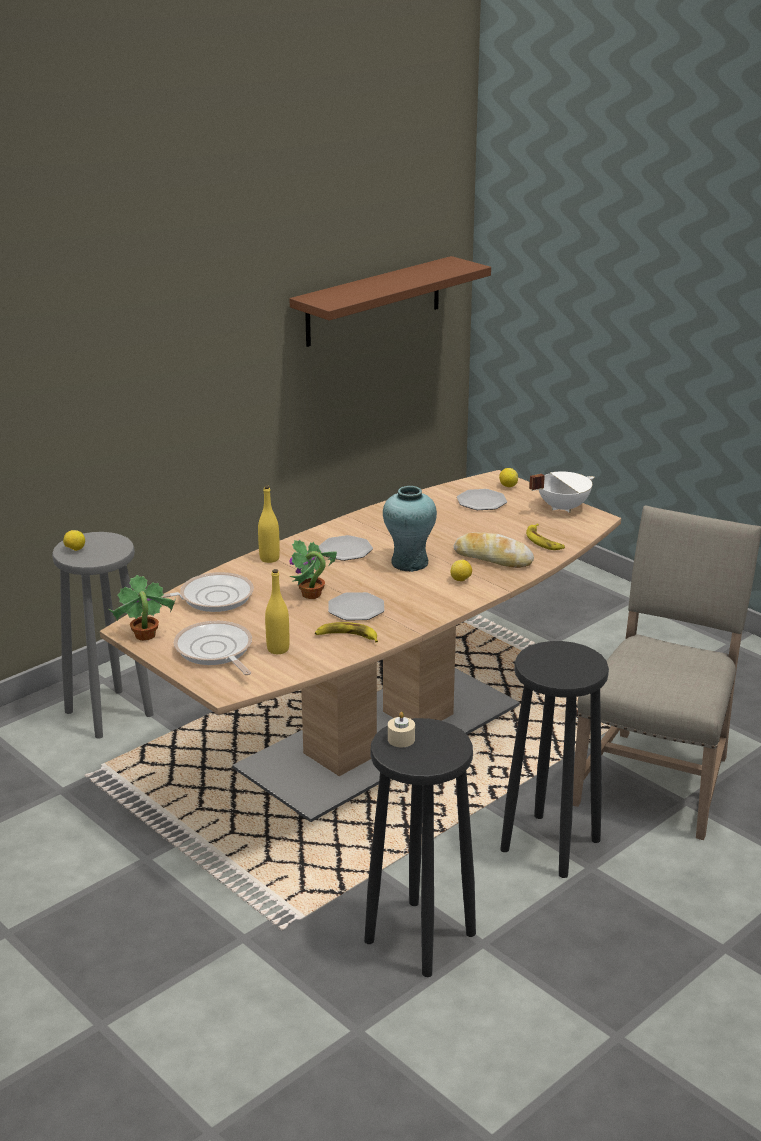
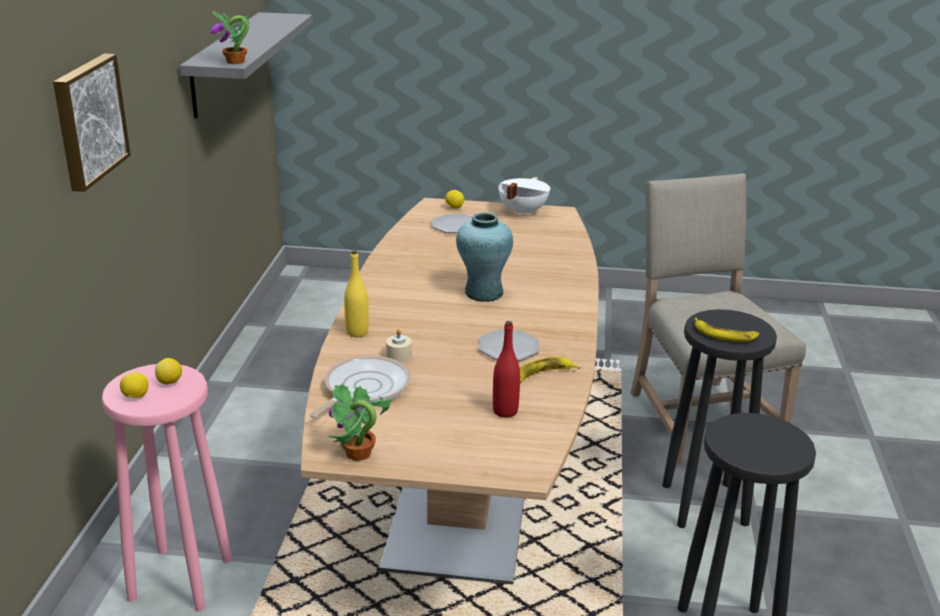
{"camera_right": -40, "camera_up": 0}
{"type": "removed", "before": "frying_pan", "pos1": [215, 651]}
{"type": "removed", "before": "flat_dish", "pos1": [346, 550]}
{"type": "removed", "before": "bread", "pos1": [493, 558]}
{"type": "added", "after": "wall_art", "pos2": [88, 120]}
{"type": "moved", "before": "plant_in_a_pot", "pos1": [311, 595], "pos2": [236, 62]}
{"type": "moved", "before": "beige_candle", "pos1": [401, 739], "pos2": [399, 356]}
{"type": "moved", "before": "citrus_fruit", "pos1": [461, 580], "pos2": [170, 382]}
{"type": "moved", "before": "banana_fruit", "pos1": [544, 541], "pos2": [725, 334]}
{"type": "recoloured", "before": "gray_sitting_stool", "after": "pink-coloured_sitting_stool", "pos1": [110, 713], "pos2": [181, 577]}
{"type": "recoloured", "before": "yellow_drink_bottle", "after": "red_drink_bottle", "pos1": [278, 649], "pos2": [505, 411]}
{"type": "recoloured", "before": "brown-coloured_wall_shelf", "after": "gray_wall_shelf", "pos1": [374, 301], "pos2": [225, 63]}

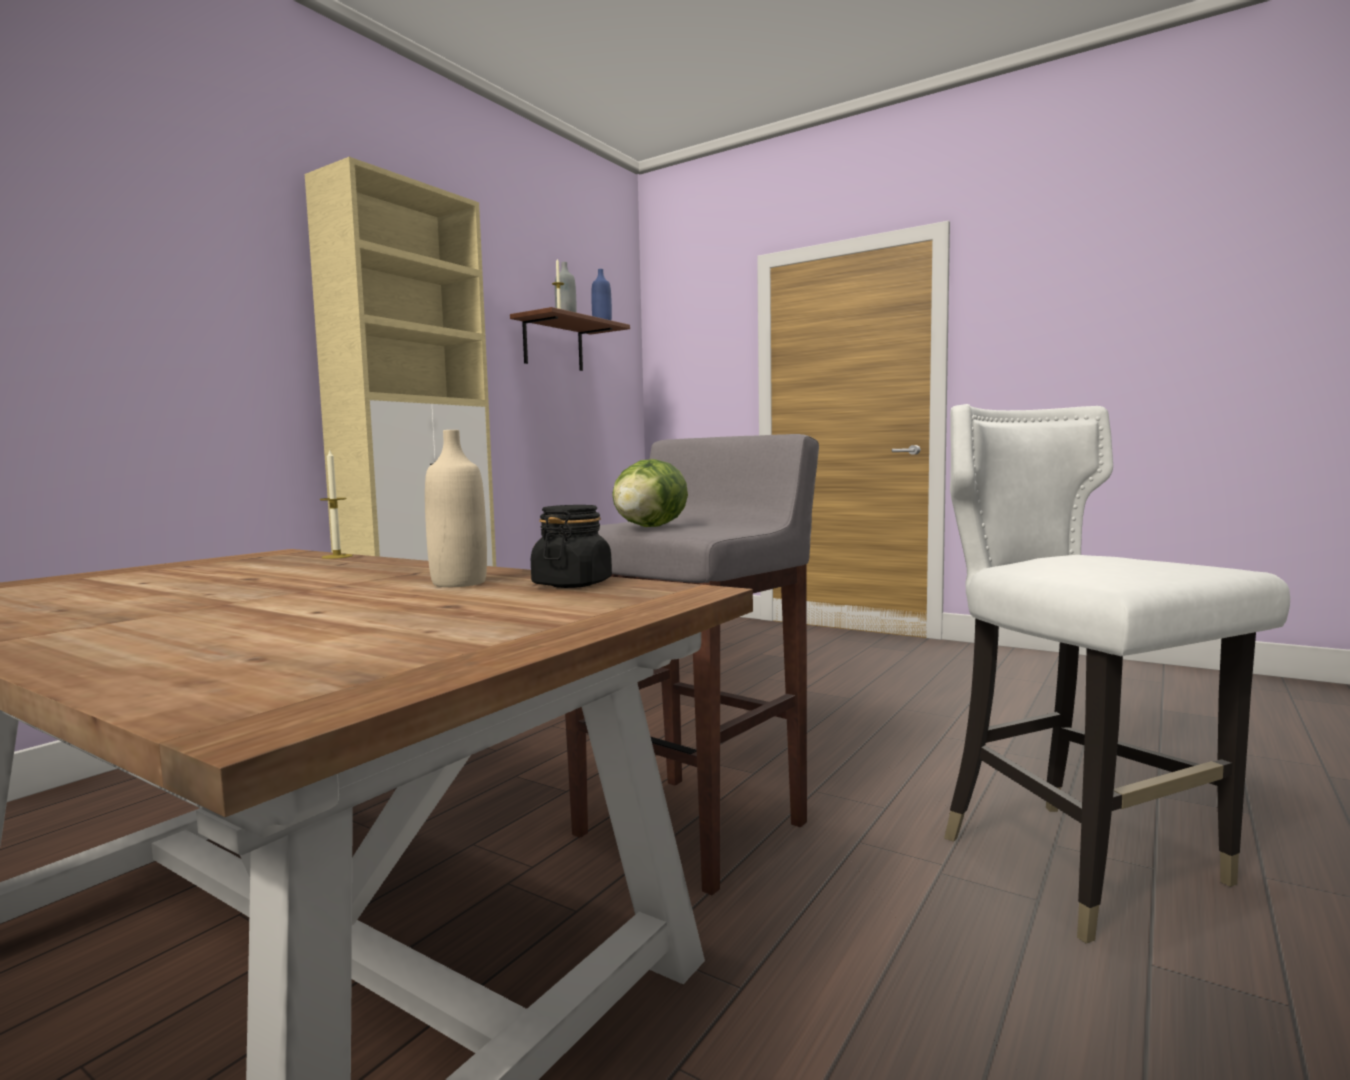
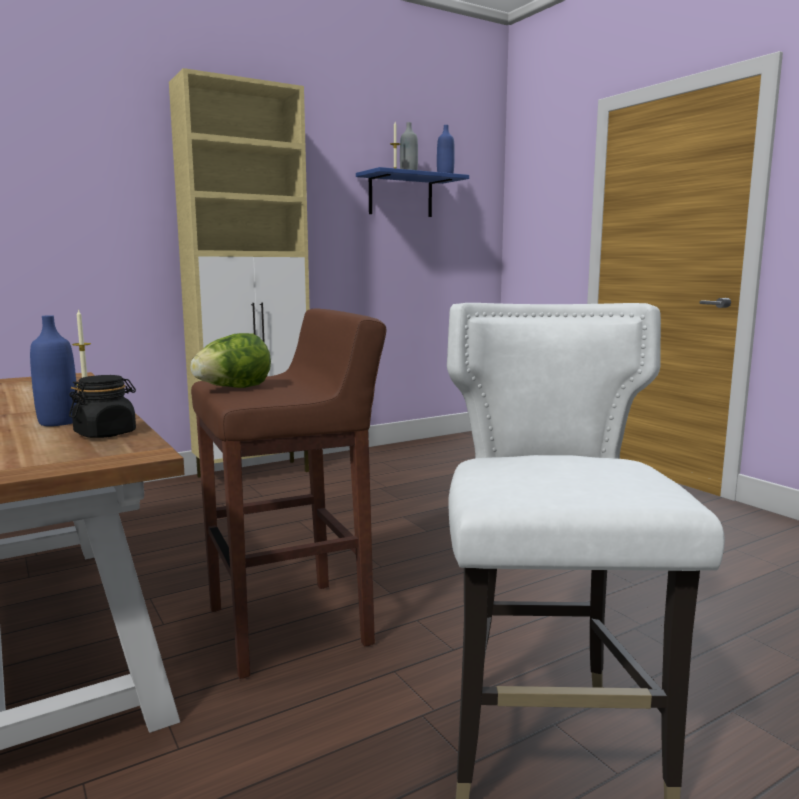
{"camera_right": 25, "camera_up": 5}
{"type": "recoloured", "before": "beige_drink_bottle", "after": "blue-coloured_drink_bottle", "pos1": [459, 583], "pos2": [58, 422]}
{"type": "recoloured", "before": "brown-coloured_wall_shelf", "after": "blue-coloured_wall_shelf", "pos1": [553, 345], "pos2": [400, 196]}
{"type": "recoloured", "before": "gray_sitting_stool", "after": "brown-coloured_sitting_stool", "pos1": [693, 828], "pos2": [291, 626]}

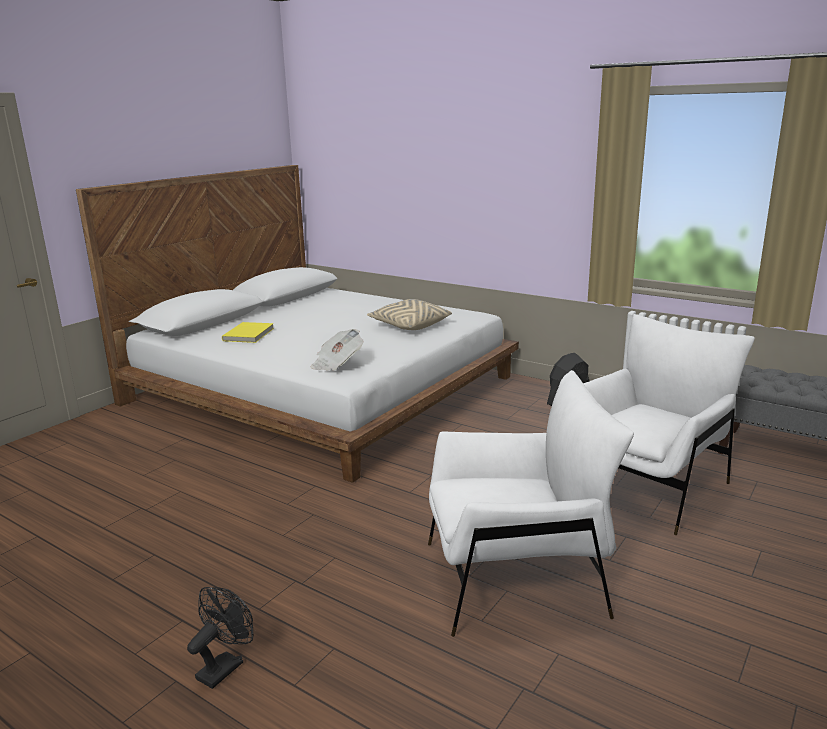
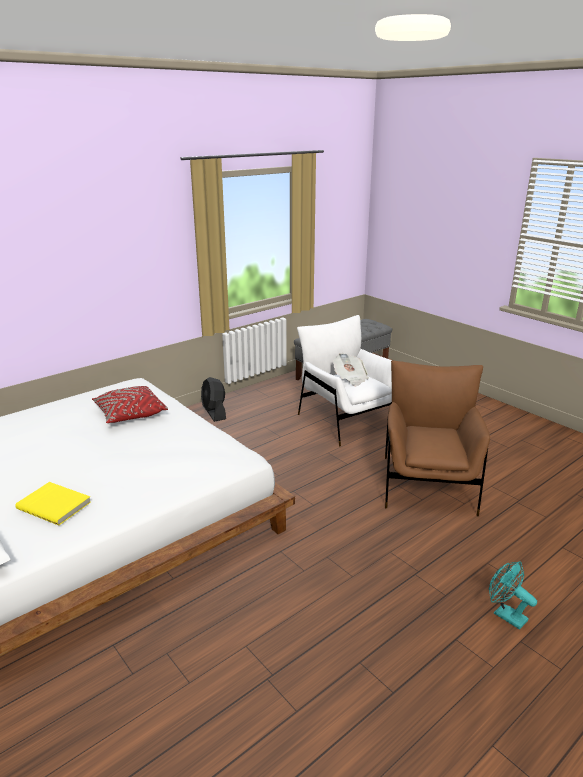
{"camera_right": -75, "camera_up": 5}
{"type": "moved", "before": "daily_paper", "pos1": [337, 364], "pos2": [350, 378]}
{"type": "recoloured", "before": "black_electric_fan", "after": "blue-green_electric_fan", "pos1": [225, 666], "pos2": [505, 615]}
{"type": "recoloured", "before": "beige_throw_pillow", "after": "red_throw_pillow", "pos1": [409, 325], "pos2": [130, 414]}
{"type": "recoloured", "before": "white-coloured_lounge_chair", "after": "brown-coloured_lounge_chair", "pos1": [516, 578], "pos2": [428, 484]}

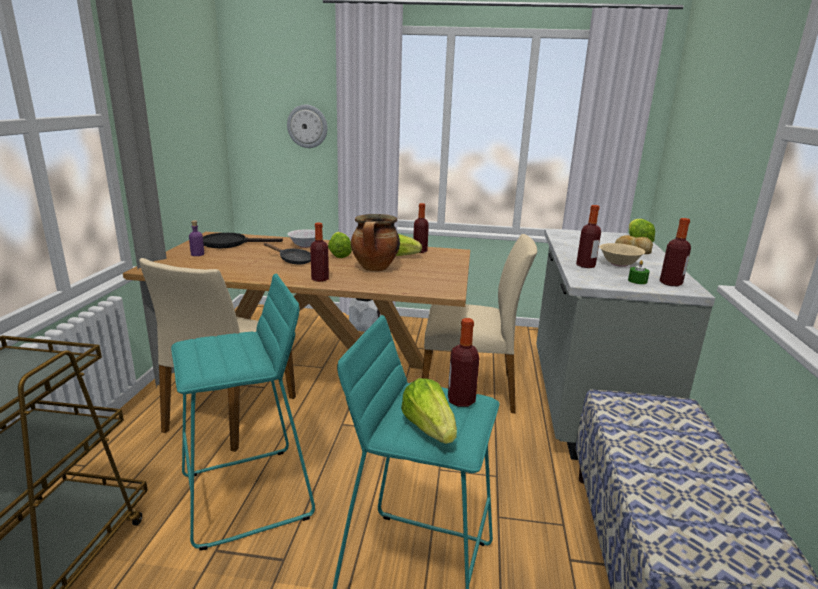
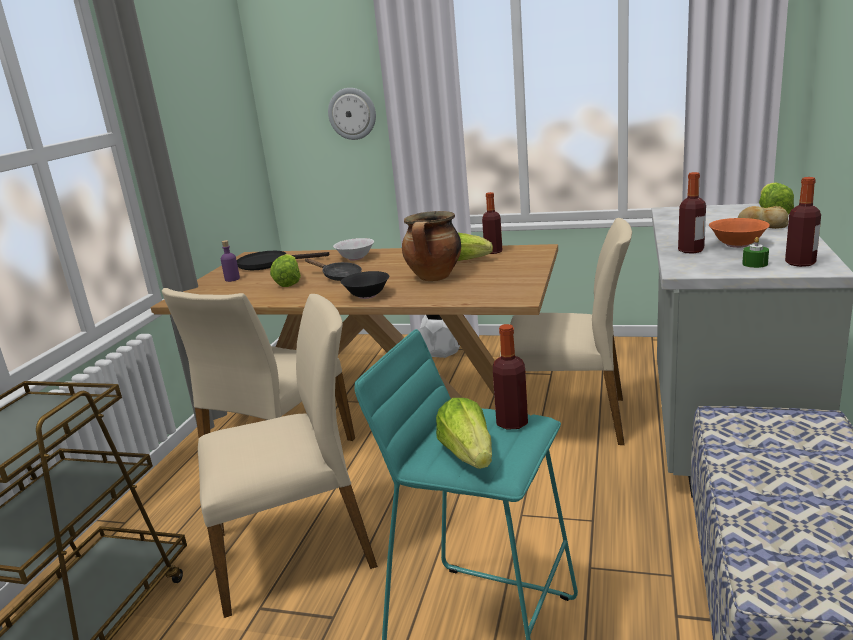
{"camera_right": 10, "camera_up": 0}
{"type": "moved", "before": "lettuce_head", "pos1": [339, 254], "pos2": [288, 282]}
{"type": "replaced", "before": "blue-green_sitting_stool", "after": "beige_upright_chair", "pos1": [247, 496], "pos2": [296, 550]}
{"type": "replaced", "before": "drink_bottle", "after": "black_deep_dish", "pos1": [320, 279], "pos2": [367, 295]}
{"type": "recoloured", "before": "beige_deep_dish", "after": "orange_deep_dish", "pos1": [619, 264], "pos2": [737, 244]}

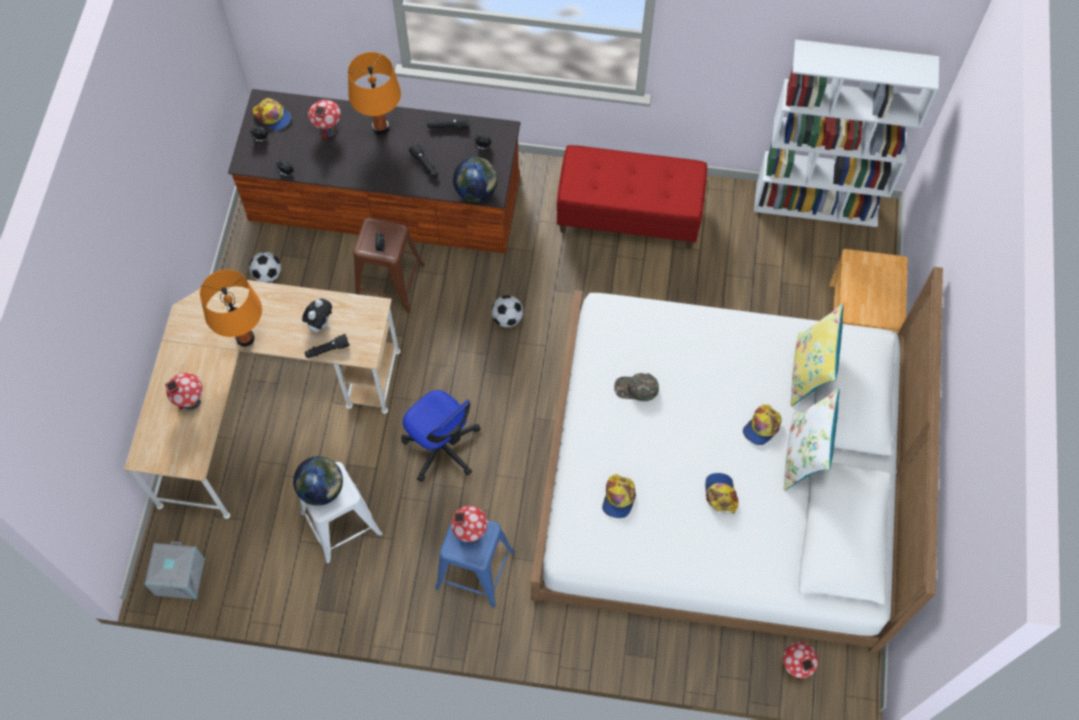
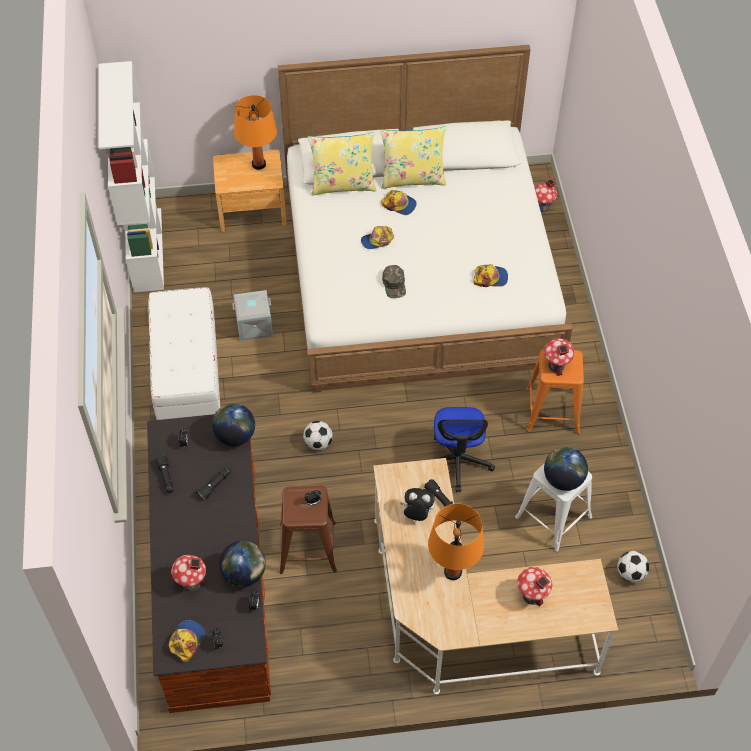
{"camera_right": -105, "camera_up": -10}
{"type": "added", "after": "world_globe", "pos2": [244, 574]}
{"type": "moved", "before": "gray_storage_container", "pos1": [179, 576], "pos2": [254, 326]}
{"type": "moved", "before": "ball_for_football", "pos1": [268, 274], "pos2": [630, 573]}
{"type": "moved", "before": "orange_lamp_for_a_table", "pos1": [380, 127], "pos2": [258, 164]}
{"type": "moved", "before": "baseball_cap", "pos1": [720, 494], "pos2": [377, 240]}
{"type": "recoloured", "before": "blue-coloured_sitting_stool", "after": "orange_sitting_stool", "pos1": [475, 569], "pos2": [552, 411]}
{"type": "recoloured", "before": "red_long_seat", "after": "white-coloured_long_seat", "pos1": [629, 215], "pos2": [188, 375]}
{"type": "recoloured", "before": "white-coloured_throw_pillow", "after": "yellow_throw_pillow", "pos1": [804, 454], "pos2": [412, 178]}
{"type": "turned", "before": "office_chair", "pos1": [442, 447], "pos2": [457, 461], "turn": 150}

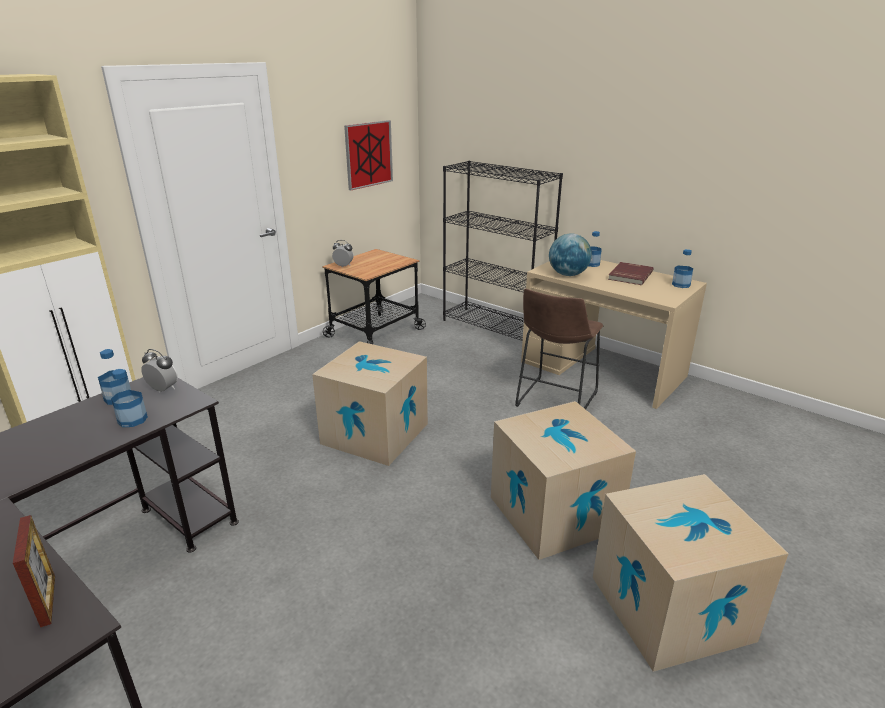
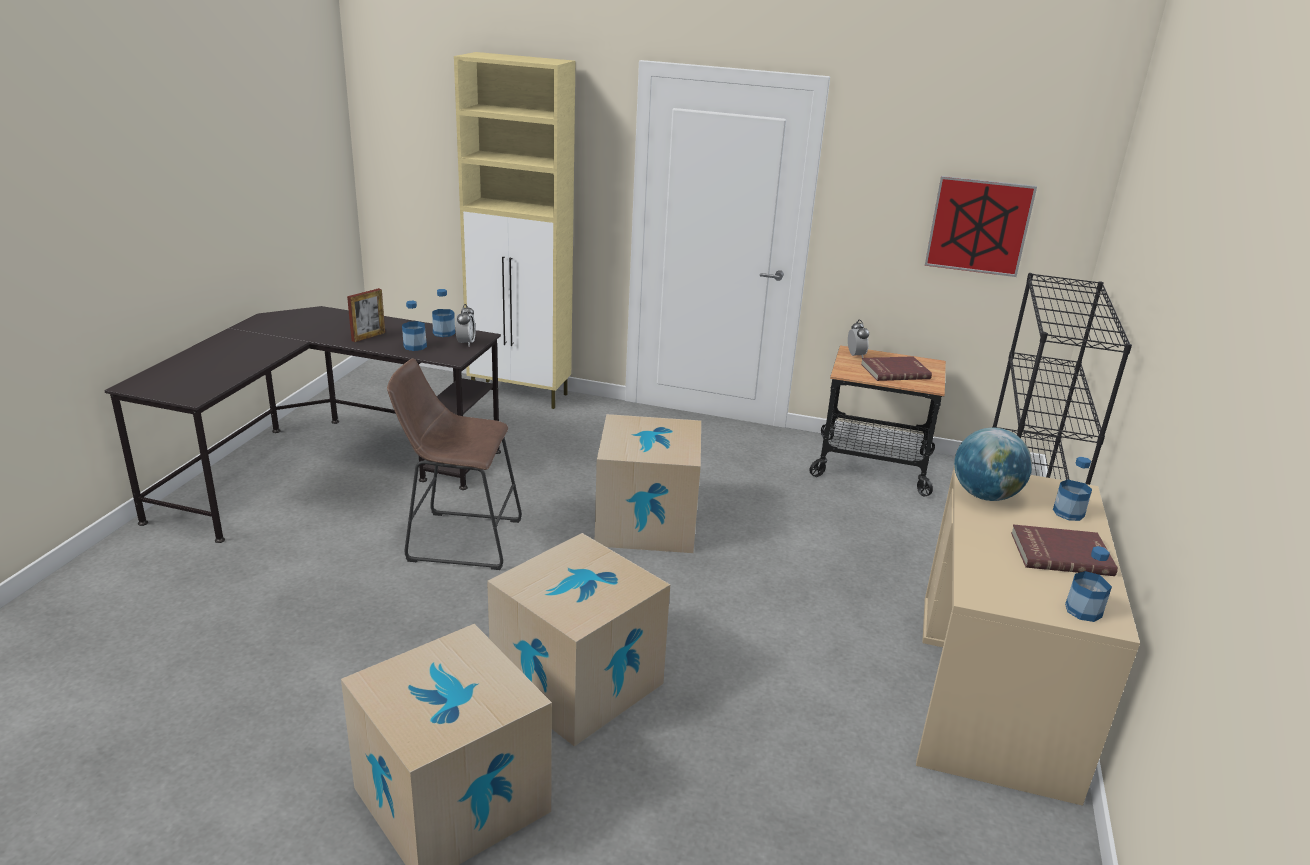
{"camera_right": 65, "camera_up": 0}
{"type": "added", "after": "red_volume", "pos2": [894, 371]}
{"type": "moved", "before": "photo_frame", "pos1": [48, 600], "pos2": [368, 336]}
{"type": "moved", "before": "brown-coloured_sitting_stool", "pos1": [554, 401], "pos2": [458, 539]}

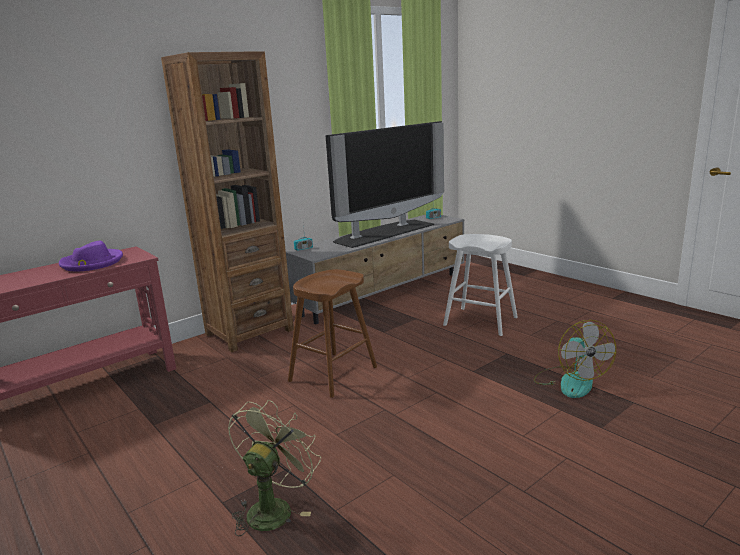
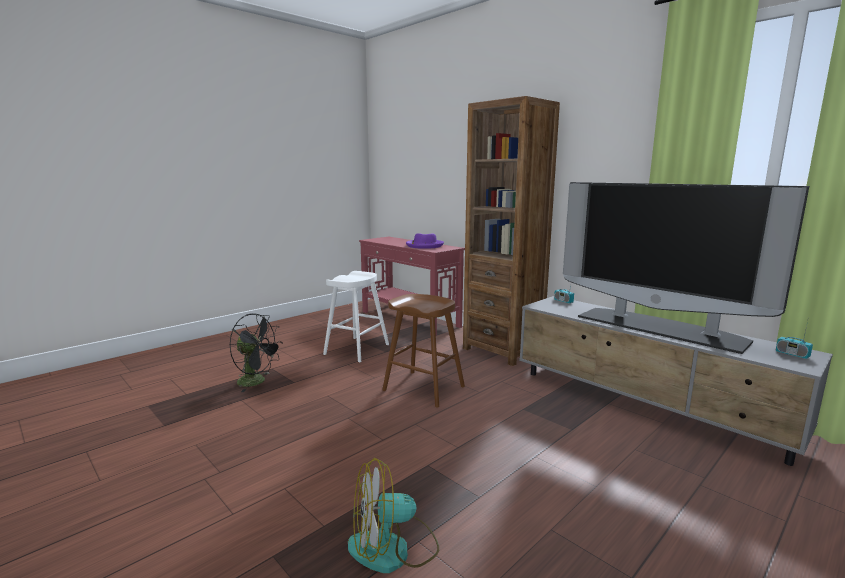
{"camera_right": 85, "camera_up": -5}
{"type": "moved", "before": "white-coloured_sitting_stool", "pos1": [480, 321], "pos2": [357, 349]}
{"type": "recoloured", "before": "greenish_electric_fan", "after": "black_electric_fan", "pos1": [273, 507], "pos2": [257, 382]}

